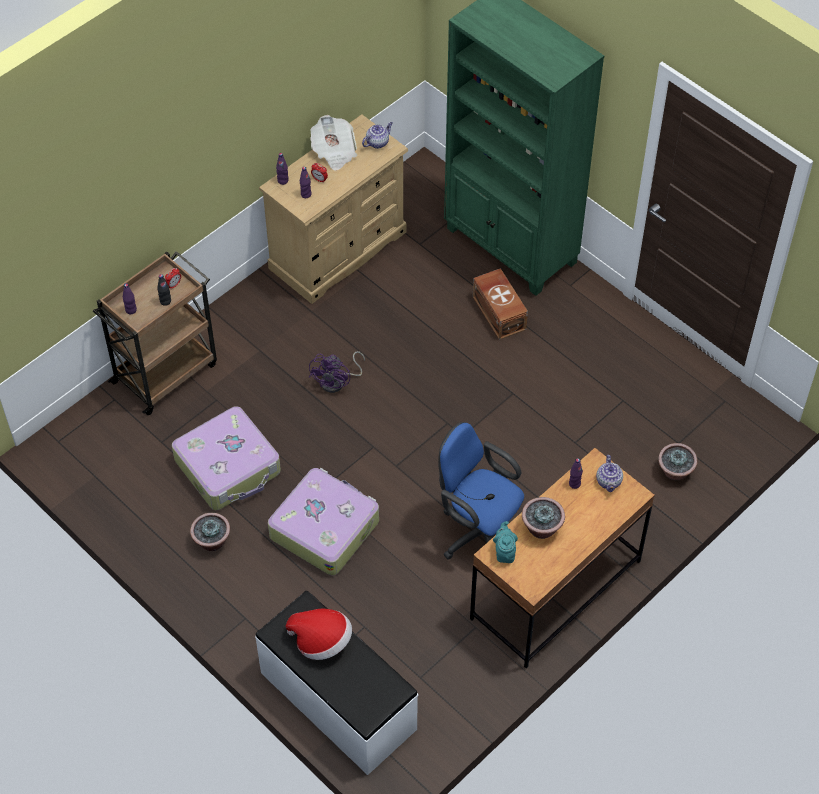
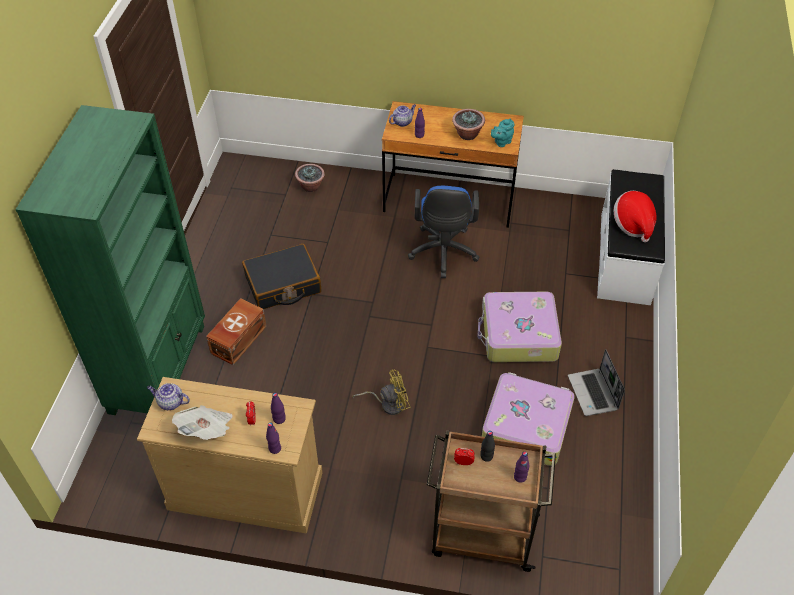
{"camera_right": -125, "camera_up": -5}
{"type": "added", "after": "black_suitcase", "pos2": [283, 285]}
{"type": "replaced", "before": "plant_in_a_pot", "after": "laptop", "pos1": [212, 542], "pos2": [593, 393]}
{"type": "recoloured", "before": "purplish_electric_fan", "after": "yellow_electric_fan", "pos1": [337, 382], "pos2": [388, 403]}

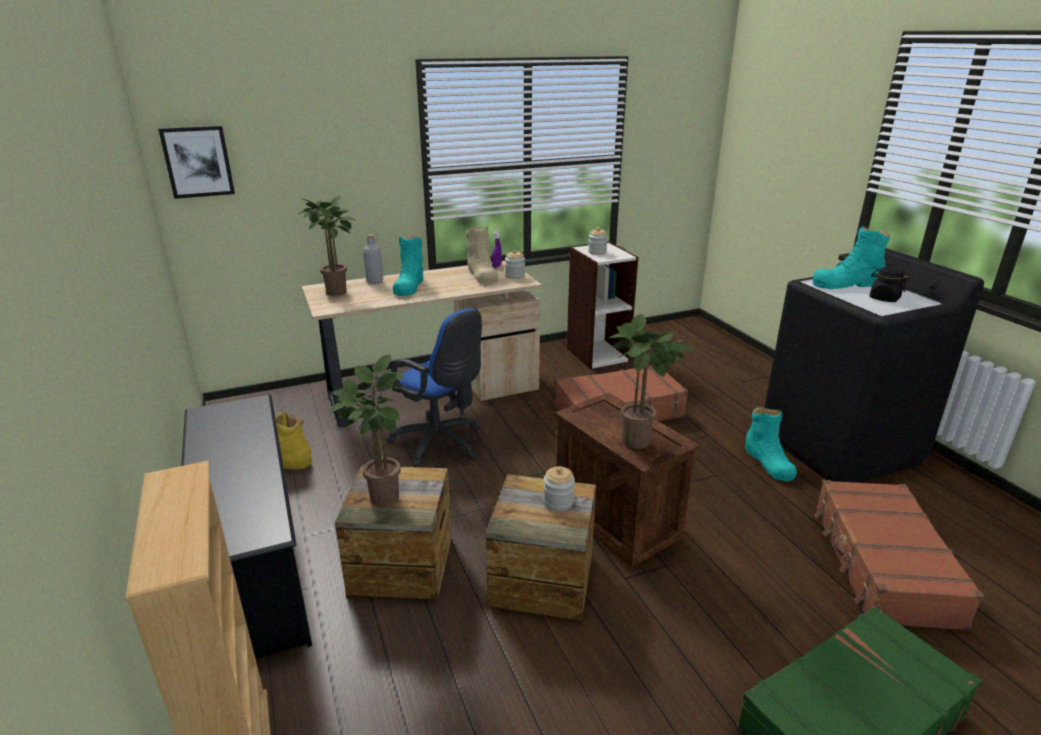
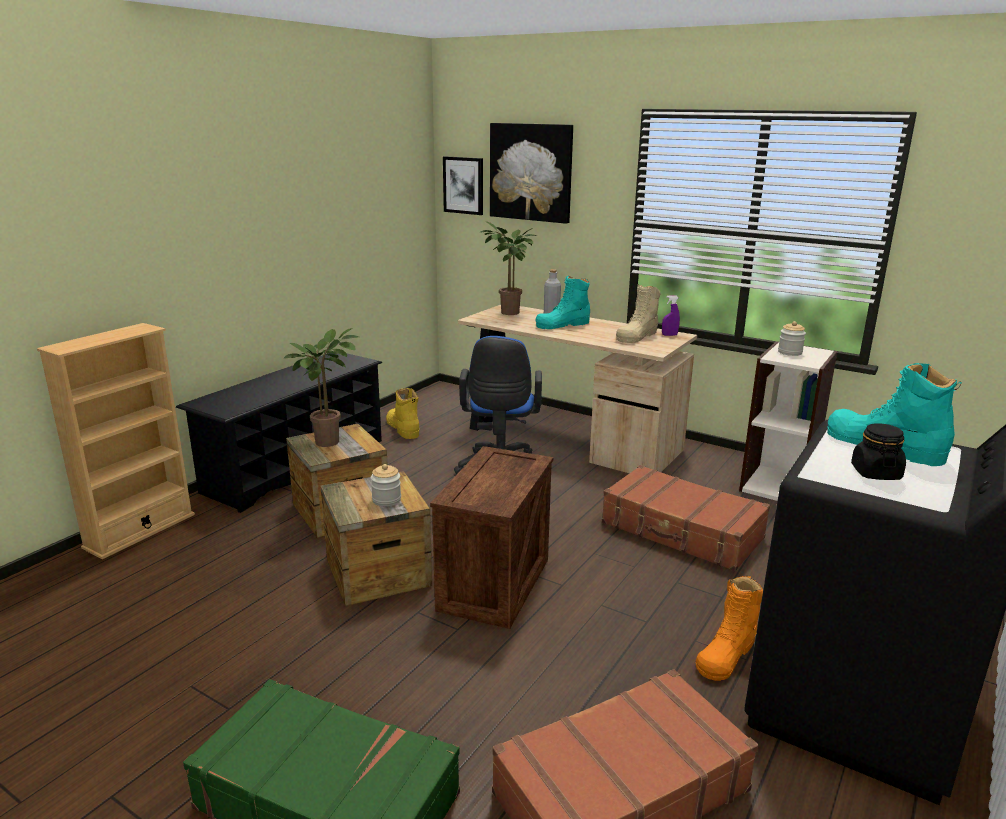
{"camera_right": 55, "camera_up": -5}
{"type": "removed", "before": "preserve_jar", "pos1": [515, 276]}
{"type": "removed", "before": "plant_in_a_pot", "pos1": [640, 443]}
{"type": "added", "after": "wall_art", "pos2": [531, 172]}
{"type": "recoloured", "before": "blue-green_boot", "after": "orange_boot", "pos1": [768, 462], "pos2": [726, 654]}

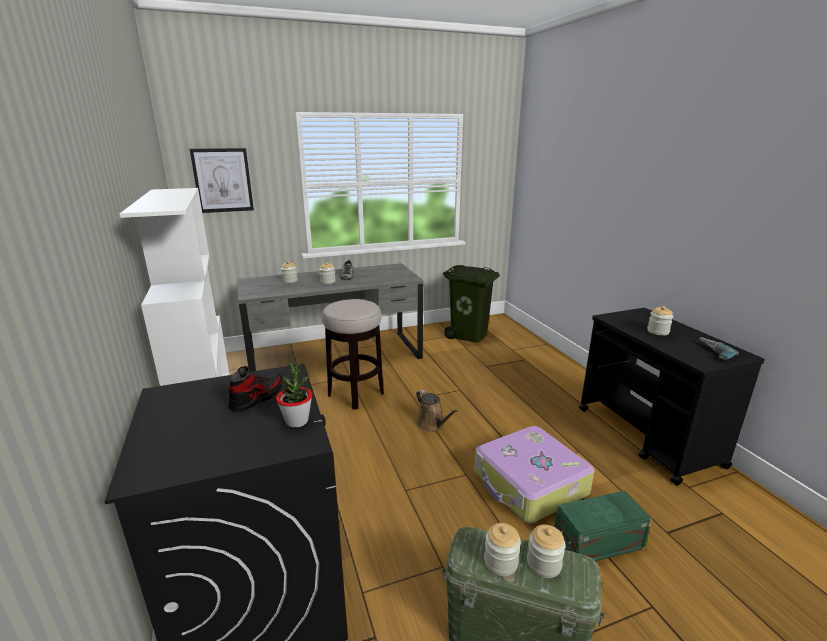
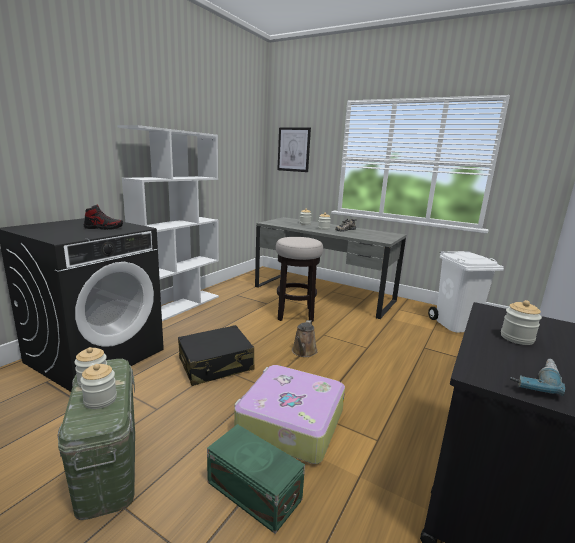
{"camera_right": 50, "camera_up": -5}
{"type": "removed", "before": "plant_in_a_pot", "pos1": [297, 421]}
{"type": "added", "after": "black_suitcase", "pos2": [216, 365]}
{"type": "recoloured", "before": "greenish_trash_can", "after": "white-coloured_trash_can", "pos1": [469, 335], "pos2": [455, 324]}

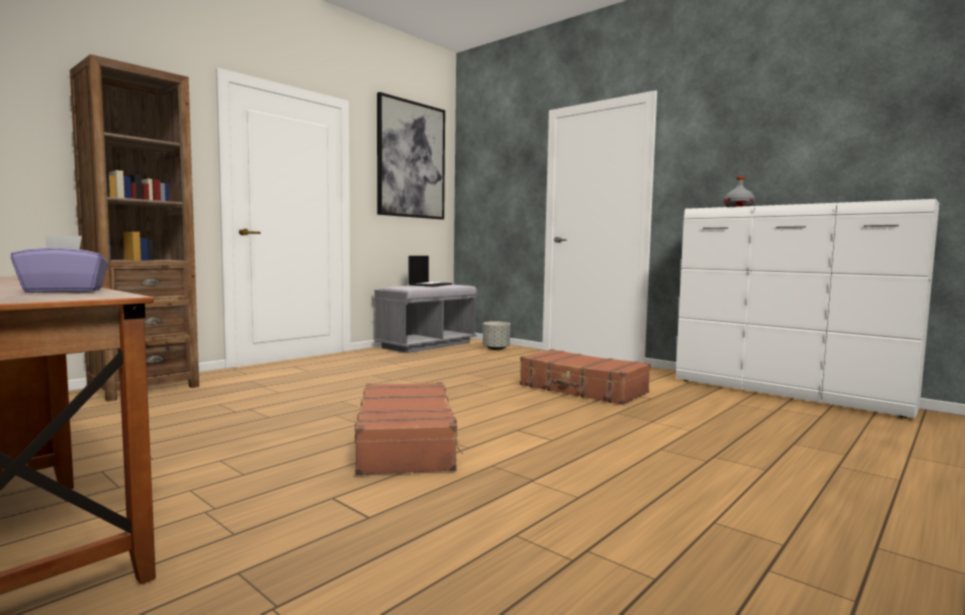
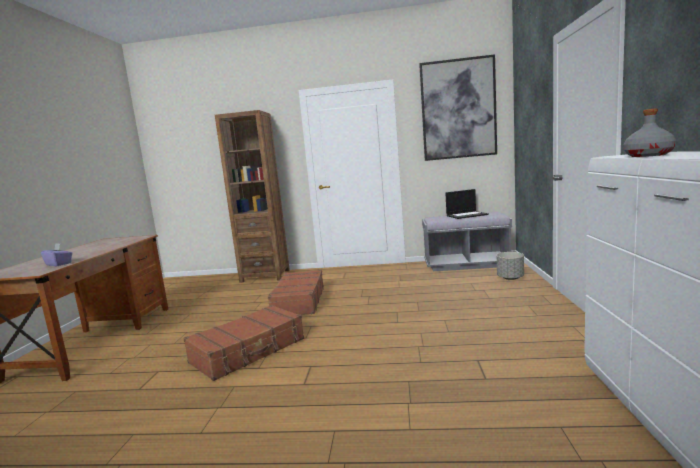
{"camera_right": 55, "camera_up": 5}
{"type": "moved", "before": "brown-coloured_suitcase", "pos1": [582, 389], "pos2": [298, 301]}

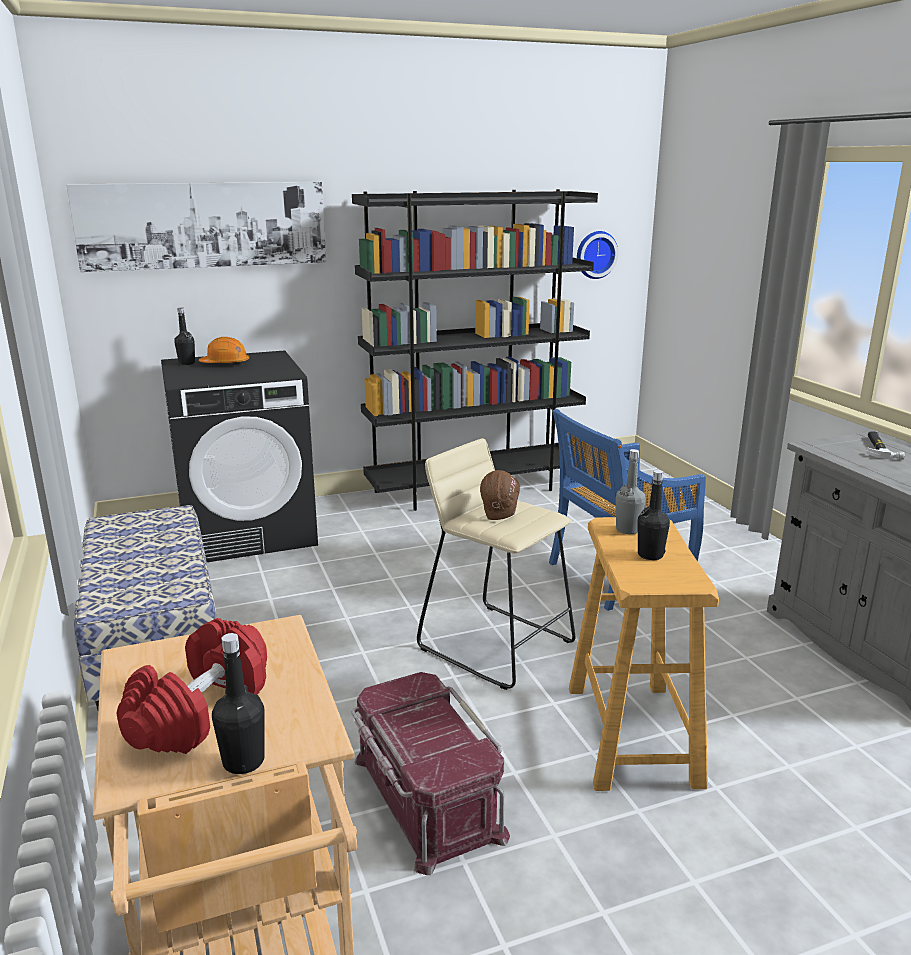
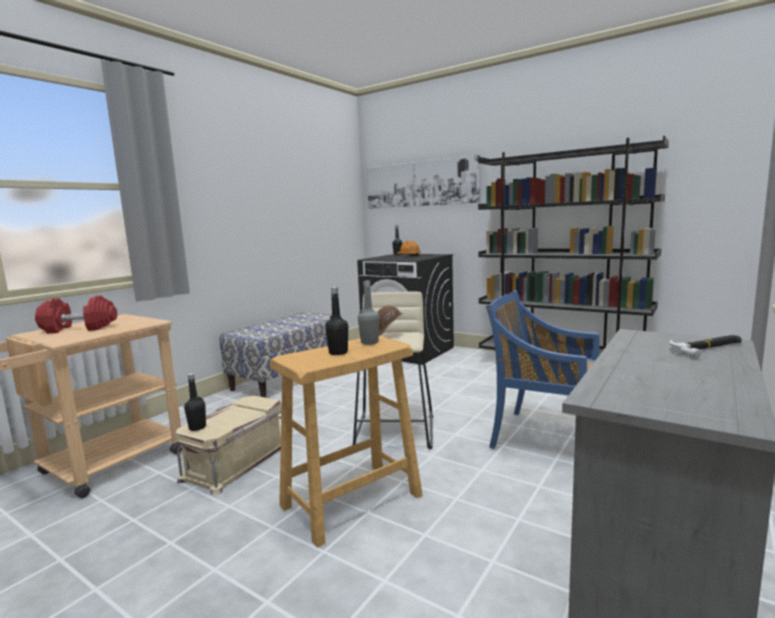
{"camera_right": 55, "camera_up": -10}
{"type": "removed", "before": "wall_clock", "pos1": [595, 254]}
{"type": "moved", "before": "black_drink_bottle", "pos1": [243, 761], "pos2": [197, 427]}
{"type": "recoloured", "before": "red_storage_container", "after": "beige_storage_container", "pos1": [425, 797], "pos2": [235, 461]}

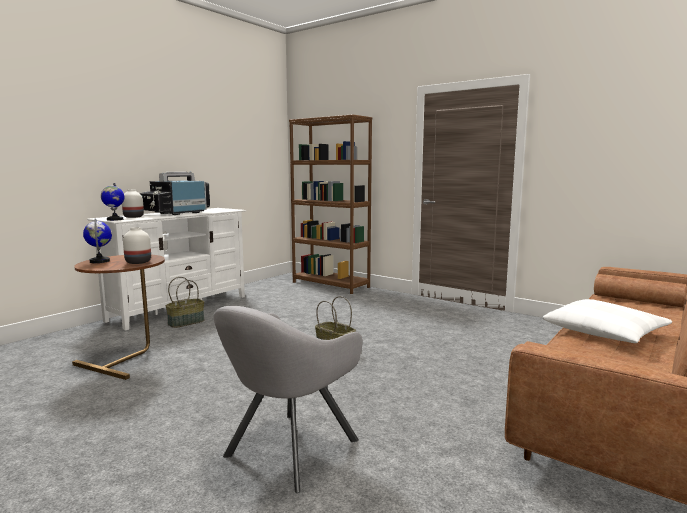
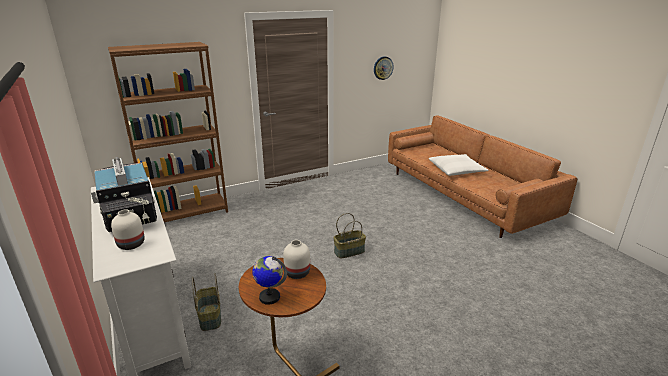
{"camera_right": -65, "camera_up": 15}
{"type": "removed", "before": "world_globe", "pos1": [114, 219]}
{"type": "removed", "before": "gray_lounge_chair", "pos1": [288, 451]}
{"type": "added", "after": "wall_clock", "pos2": [383, 68]}

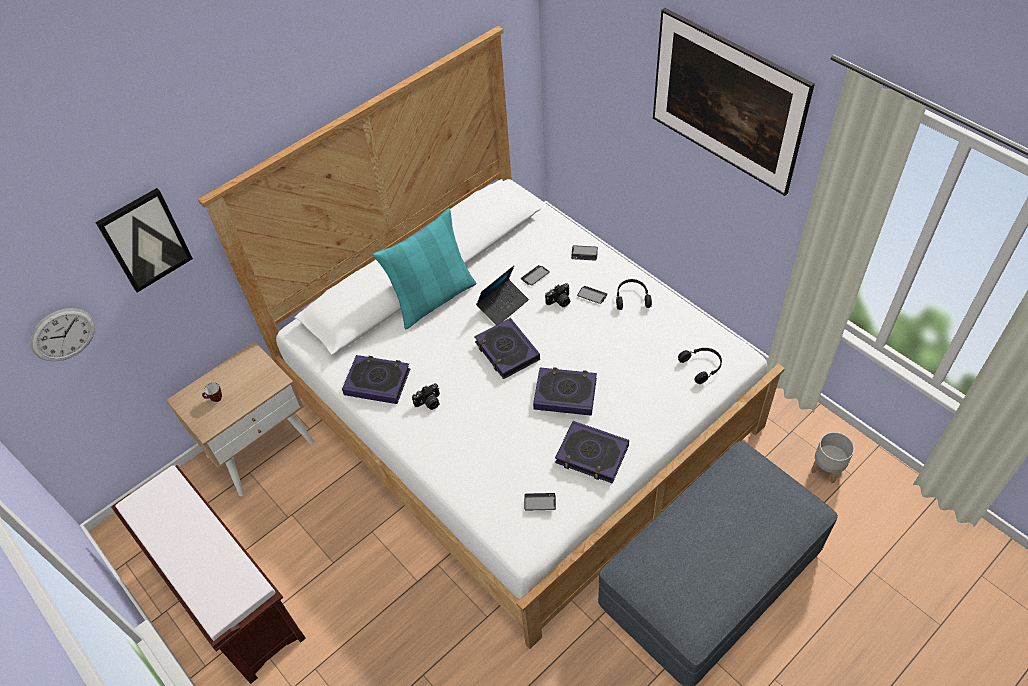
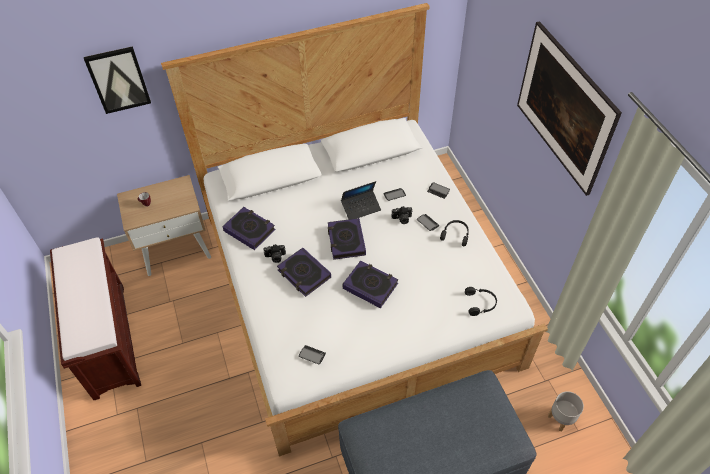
{"camera_right": 20, "camera_up": 0}
{"type": "removed", "before": "wall_clock", "pos1": [63, 334]}
{"type": "removed", "before": "blue-green_throw_pillow", "pos1": [433, 298]}
{"type": "moved", "before": "volume", "pos1": [592, 455], "pos2": [304, 274]}

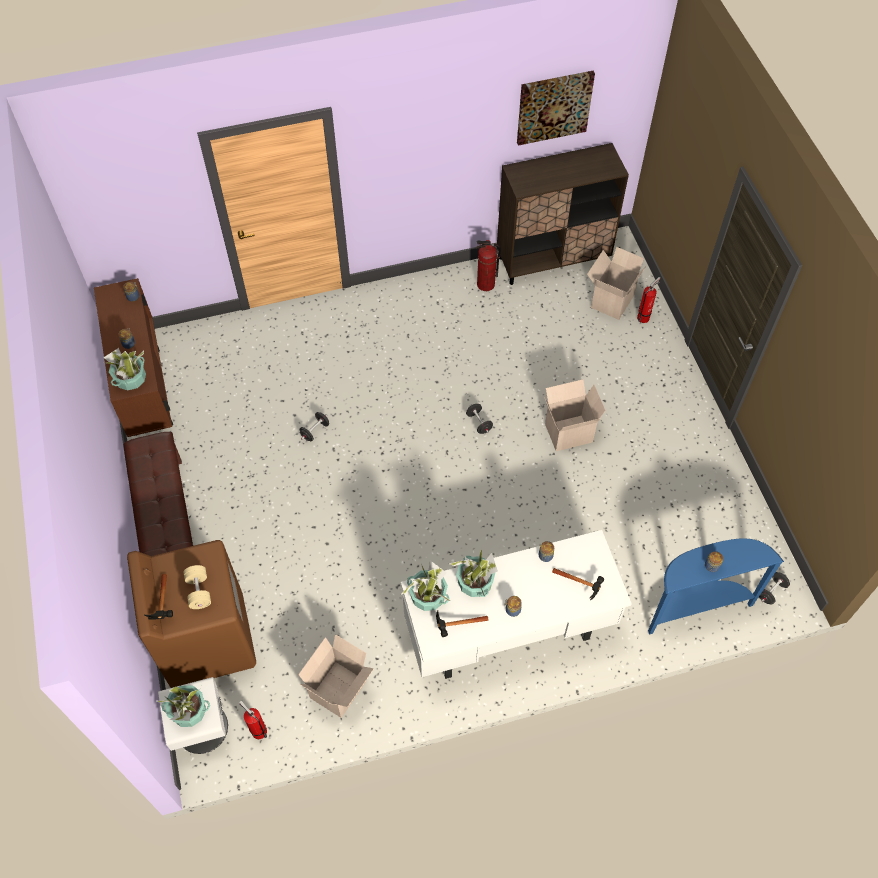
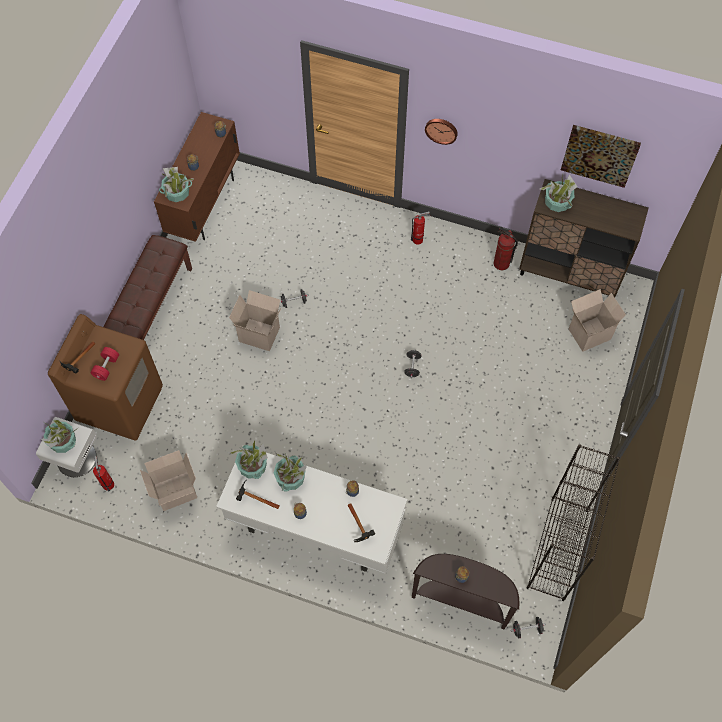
{"camera_right": 35, "camera_up": 5}
{"type": "added", "after": "wall_clock", "pos2": [441, 130]}
{"type": "added", "after": "black_bookcase", "pos2": [557, 549]}
{"type": "added", "after": "plant_in_a_pot", "pos2": [557, 202]}
{"type": "moved", "before": "packing_box", "pos1": [568, 431], "pos2": [260, 333]}
{"type": "moved", "before": "fire_extinguisher", "pos1": [644, 317], "pos2": [419, 239]}
{"type": "recoloured", "before": "beige_hand_weight", "after": "red_hand_weight", "pos1": [199, 591], "pos2": [106, 367]}
{"type": "recoloured", "before": "blue-coloured_console_table", "after": "brown-coloured_console_table", "pos1": [695, 606], "pos2": [461, 601]}

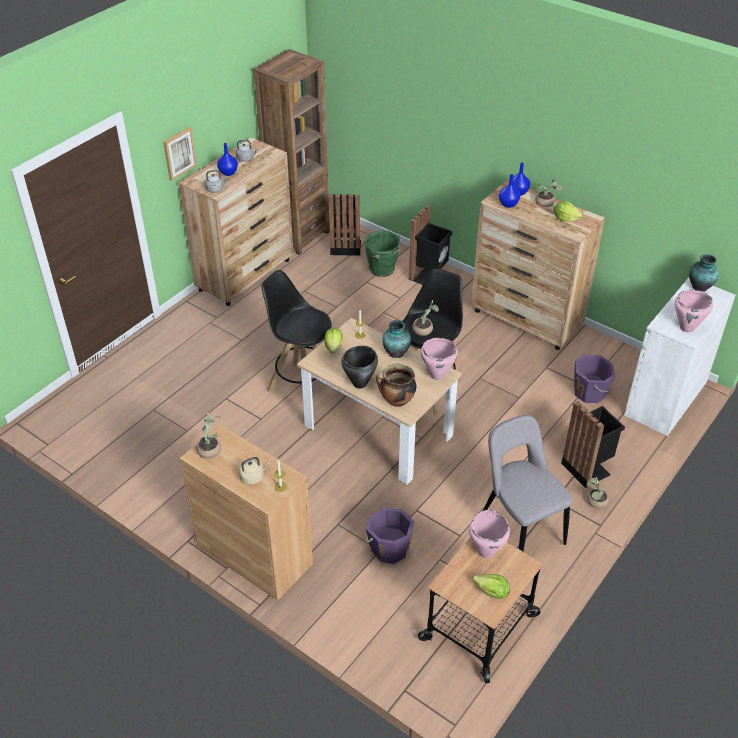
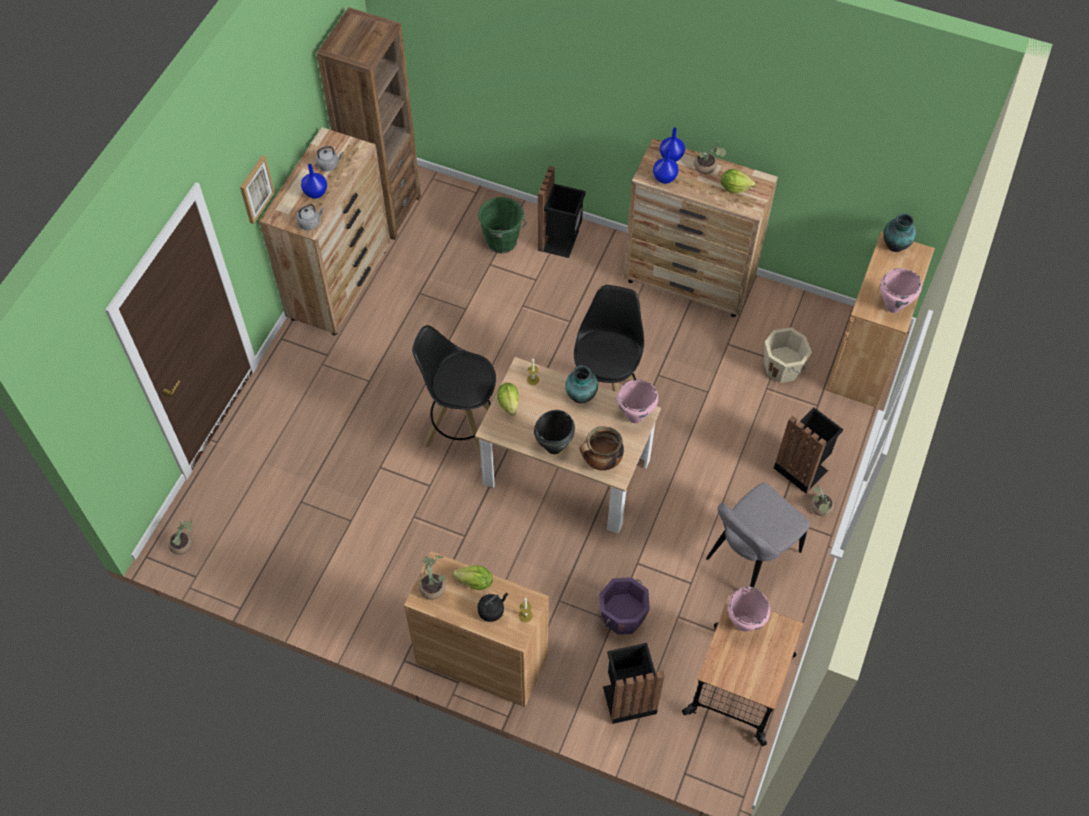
{"camera_right": -15, "camera_up": 15}
{"type": "moved", "before": "black_trash_can", "pos1": [345, 246], "pos2": [628, 697]}
{"type": "moved", "before": "plant_in_a_pot", "pos1": [425, 329], "pos2": [184, 544]}
{"type": "moved", "before": "lettuce_head", "pos1": [492, 592], "pos2": [475, 582]}
{"type": "recoloured", "before": "beige_water_kettle", "after": "black_water_kettle", "pos1": [253, 477], "pos2": [492, 610]}
{"type": "recoloured", "before": "purplish_pail", "after": "beige_pail", "pos1": [590, 392], "pos2": [783, 367]}
{"type": "recoloured", "before": "white-coloured_storage_cabinet", "after": "brown-coloured_storage_cabinet", "pos1": [665, 398], "pos2": [864, 358]}
{"type": "turned", "before": "gray_upright_chair", "pos1": [519, 527], "pos2": [749, 557], "turn": -90}

